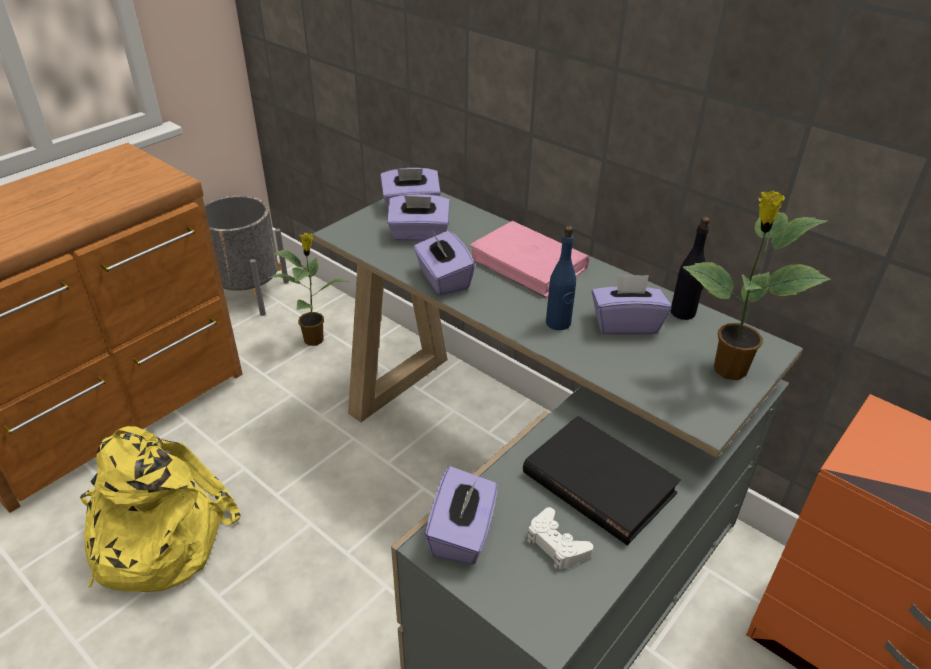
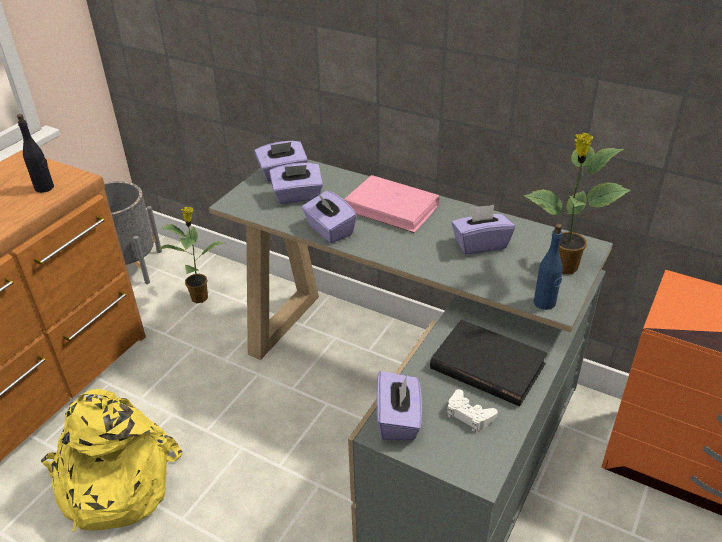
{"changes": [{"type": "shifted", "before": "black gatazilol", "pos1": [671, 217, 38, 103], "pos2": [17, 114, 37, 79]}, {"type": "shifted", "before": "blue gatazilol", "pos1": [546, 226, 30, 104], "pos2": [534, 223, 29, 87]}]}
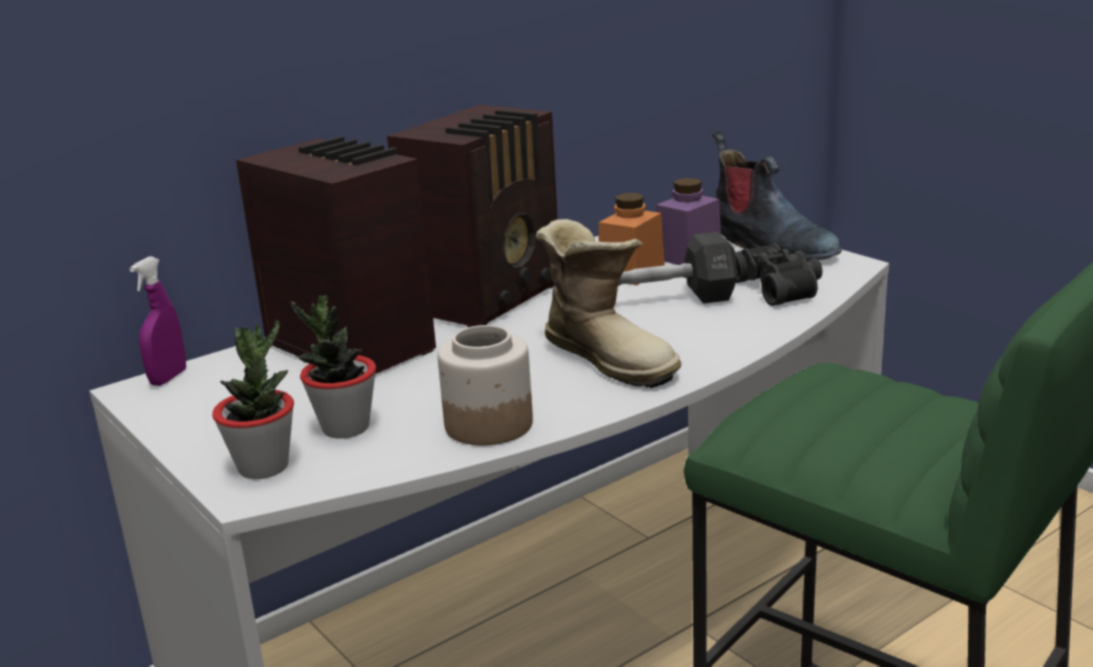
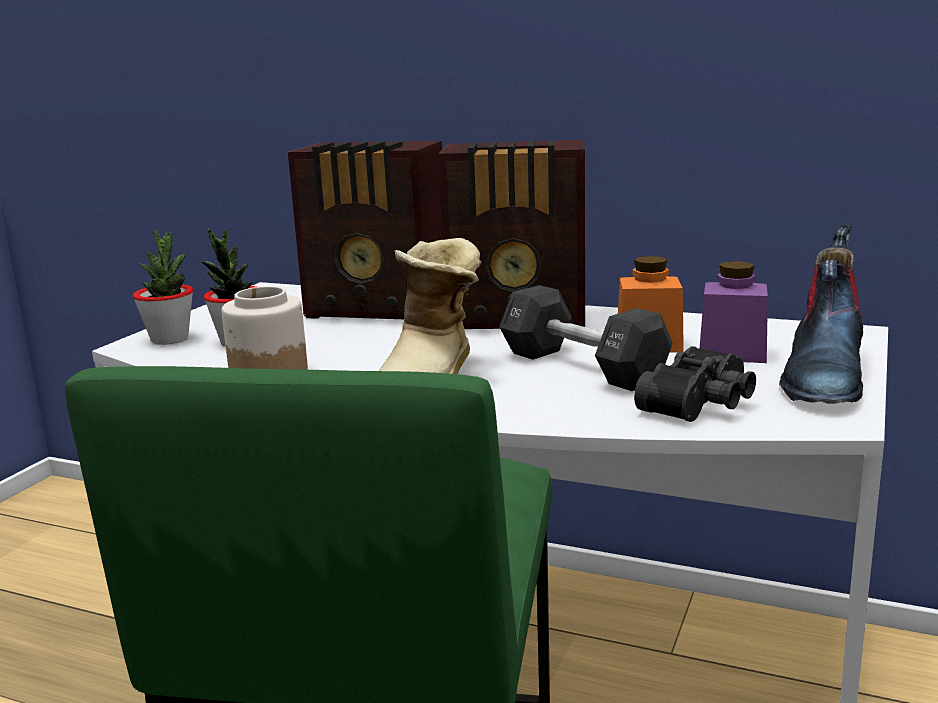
{"changes": [{"type": "rotated", "before": "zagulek", "pos1": [236, 136, 200, 238], "pos2": [288, 141, 154, 178], "turn": 90}, {"type": "gone", "before": "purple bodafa", "pos1": [129, 256, 57, 130]}]}
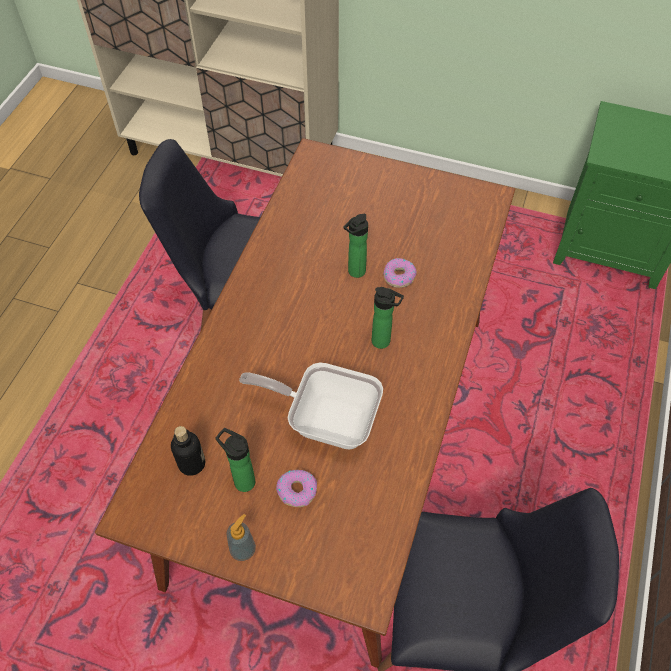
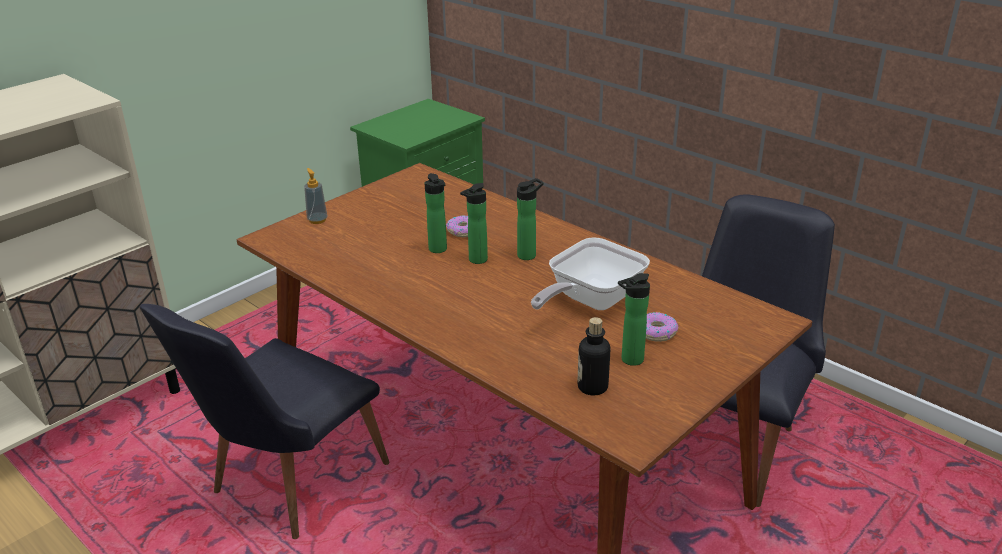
{"changes": [{"type": "shifted", "before": "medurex", "pos1": [226, 514, 30, 47], "pos2": [304, 168, 23, 56]}, {"type": "new", "after": "gatazilol", "pos2": [460, 183, 28, 81]}]}
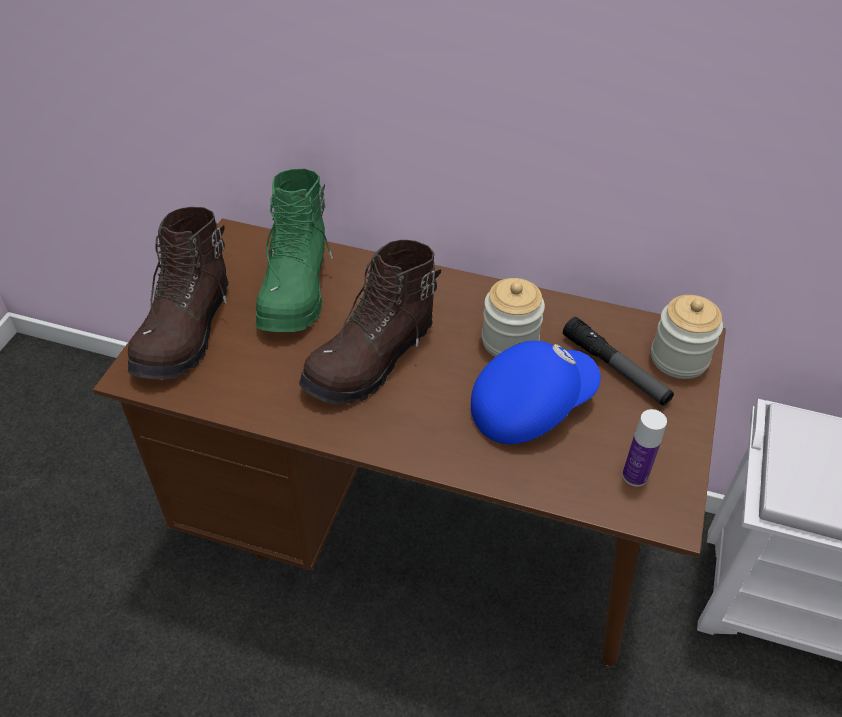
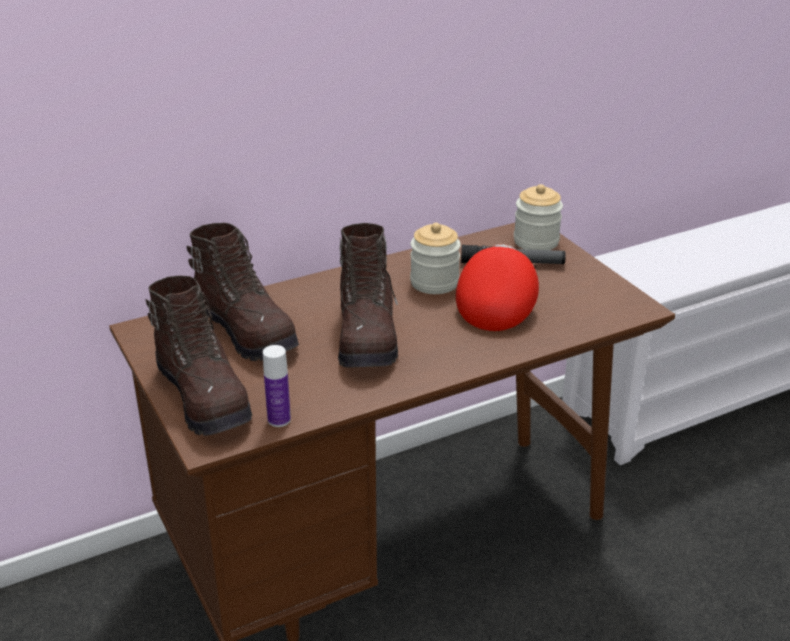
{"changes": [{"type": "repainted", "before": "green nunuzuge", "after": "brown nunuzuge", "pos1": [255, 168, 78, 164], "pos2": [187, 223, 112, 138]}, {"type": "repainted", "before": "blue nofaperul", "after": "red nofaperul", "pos1": [471, 341, 130, 103], "pos2": [456, 244, 83, 87]}, {"type": "shifted", "before": "gatazilol", "pos1": [622, 409, 45, 78], "pos2": [263, 345, 28, 82]}]}
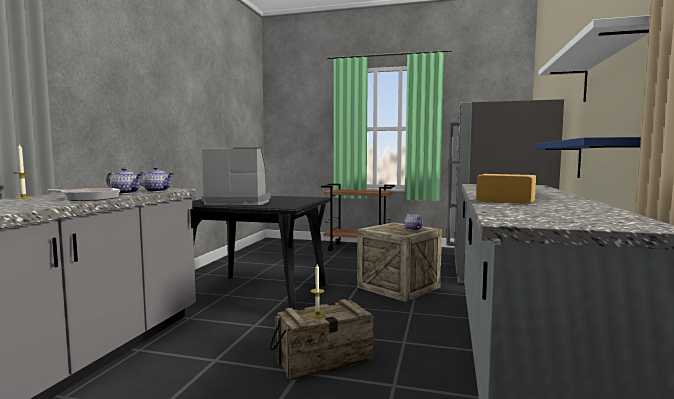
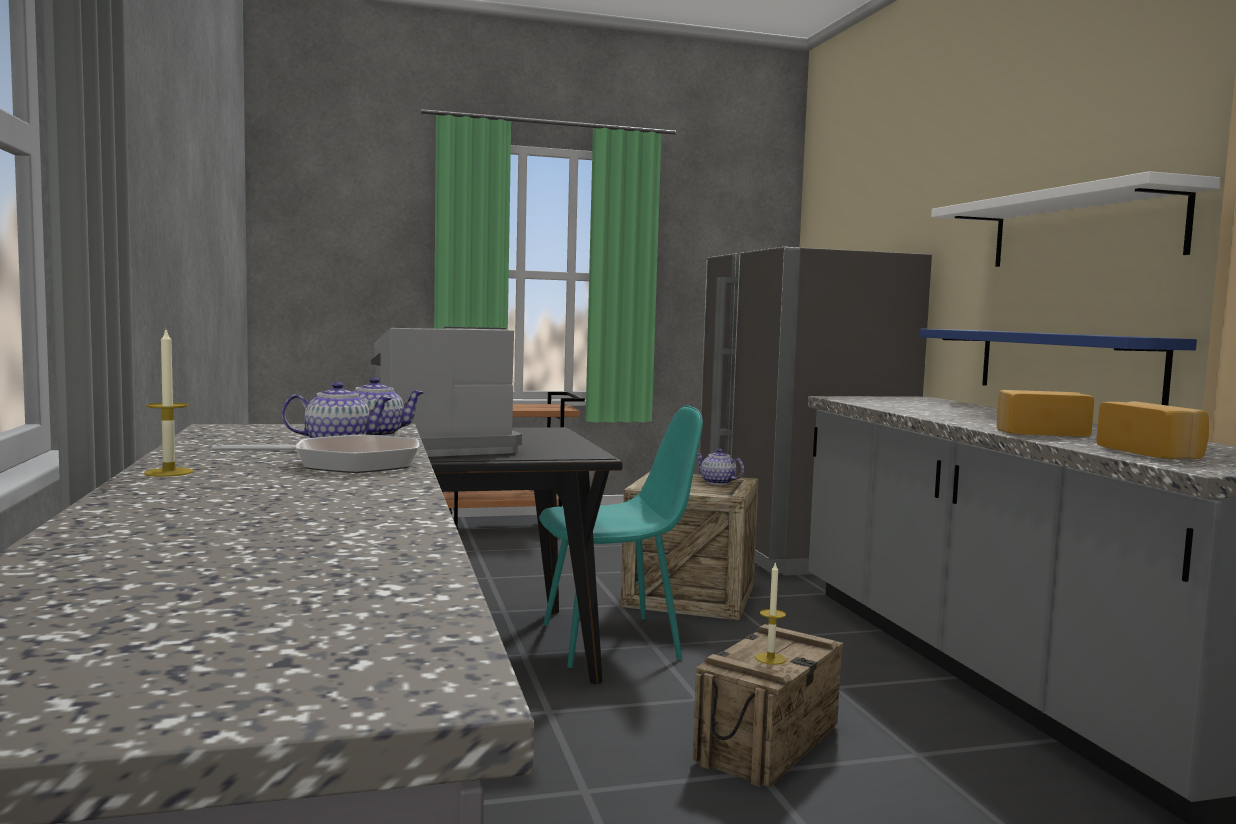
{"changes": [{"type": "new", "after": "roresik", "pos2": [1096, 401, 113, 58]}, {"type": "new", "after": "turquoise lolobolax", "pos2": [539, 405, 164, 263]}]}
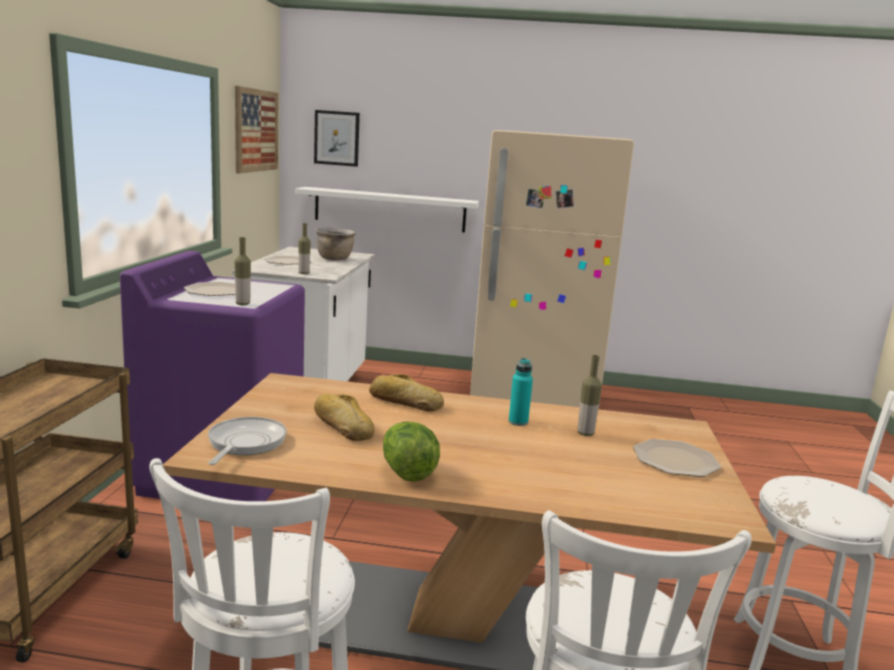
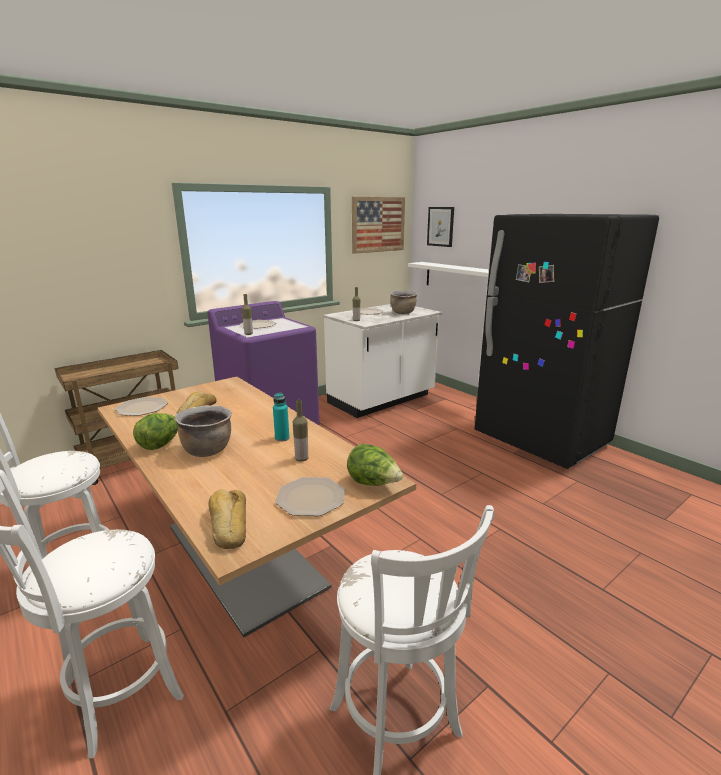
{"changes": [{"type": "repainted", "before": "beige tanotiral", "after": "black tanotiral", "pos1": [470, 130, 164, 279], "pos2": [475, 214, 184, 255]}, {"type": "shifted", "before": "roresik", "pos1": [369, 374, 75, 38], "pos2": [209, 490, 37, 59]}, {"type": "swapped", "before": "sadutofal", "after": "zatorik", "pos1": [208, 417, 79, 48], "pos2": [115, 397, 53, 19]}, {"type": "new", "after": "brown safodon", "pos2": [175, 405, 57, 52]}, {"type": "new", "after": "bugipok", "pos2": [347, 444, 56, 42]}]}
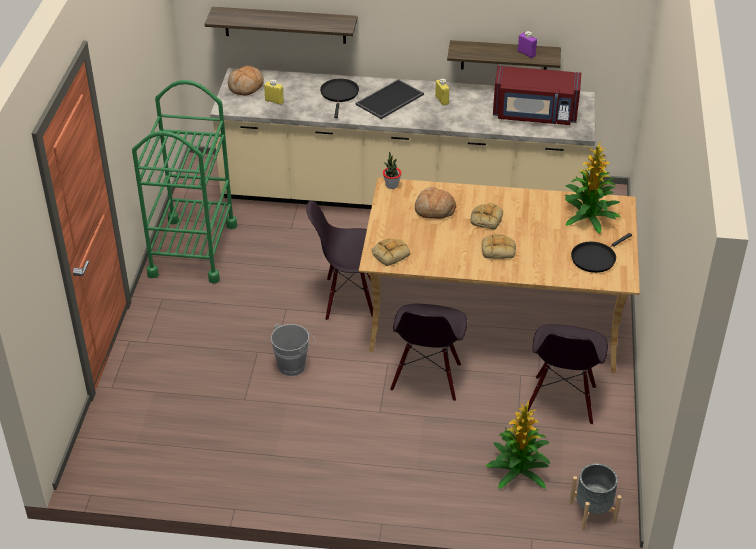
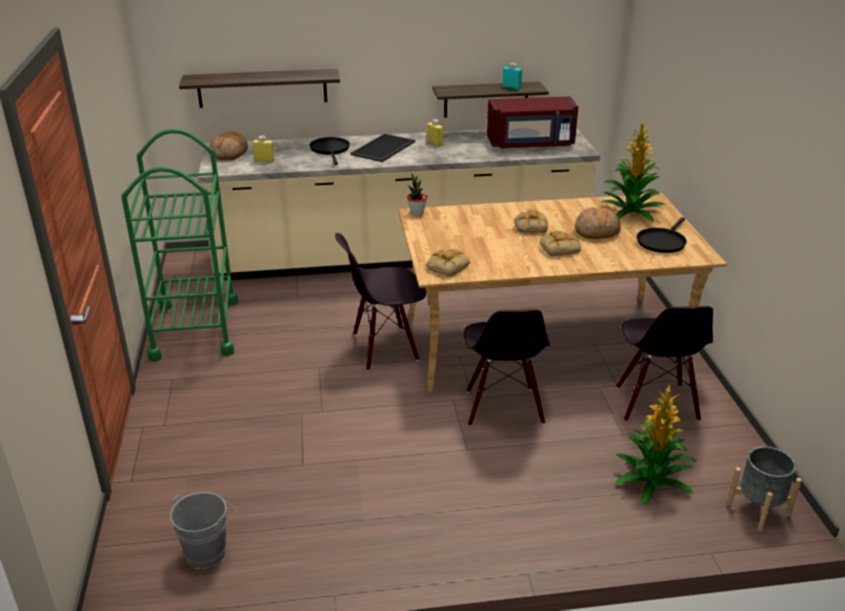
{"changes": [{"type": "repainted", "before": "purple gatazilol", "after": "turquoise gatazilol", "pos1": [518, 31, 19, 27], "pos2": [502, 63, 20, 27]}, {"type": "shifted", "before": "roresik", "pos1": [415, 187, 41, 32], "pos2": [575, 207, 46, 32]}, {"type": "shifted", "before": "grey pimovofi", "pos1": [271, 323, 45, 53], "pos2": [170, 492, 67, 77]}]}
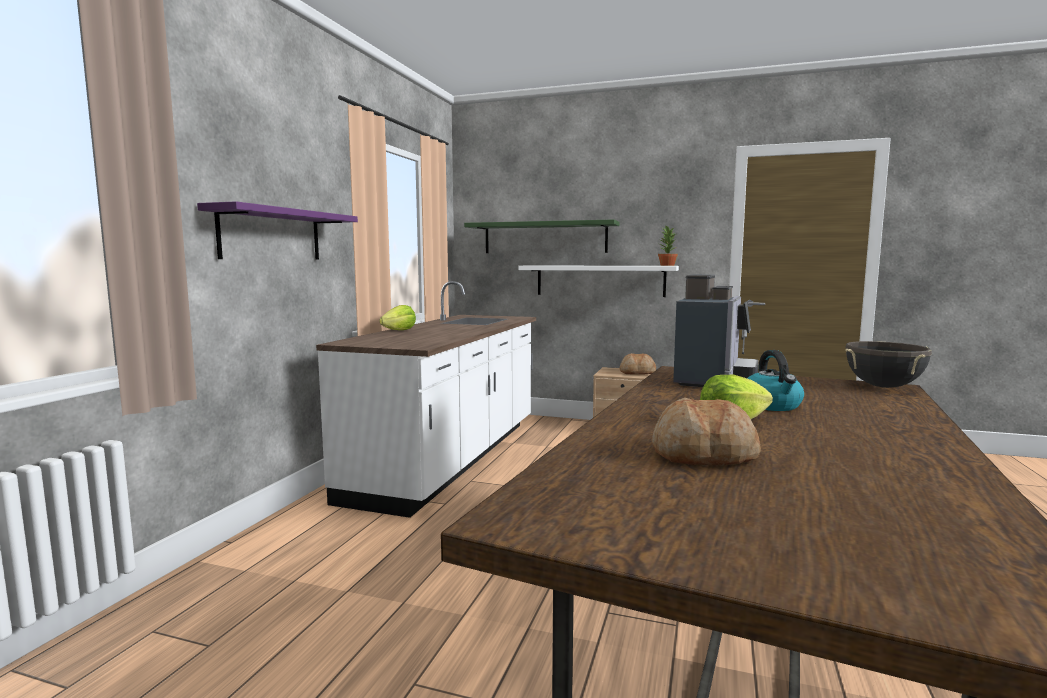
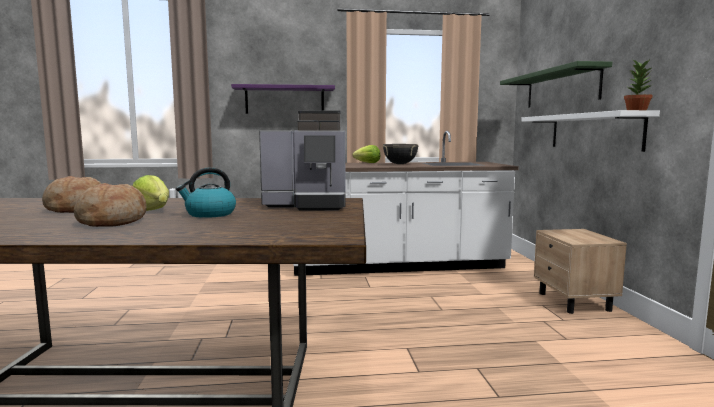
{"changes": [{"type": "shifted", "before": "black safodon", "pos1": [845, 341, 87, 47], "pos2": [383, 144, 35, 20]}, {"type": "shifted", "before": "roresik", "pos1": [620, 353, 36, 22], "pos2": [74, 183, 73, 44]}]}
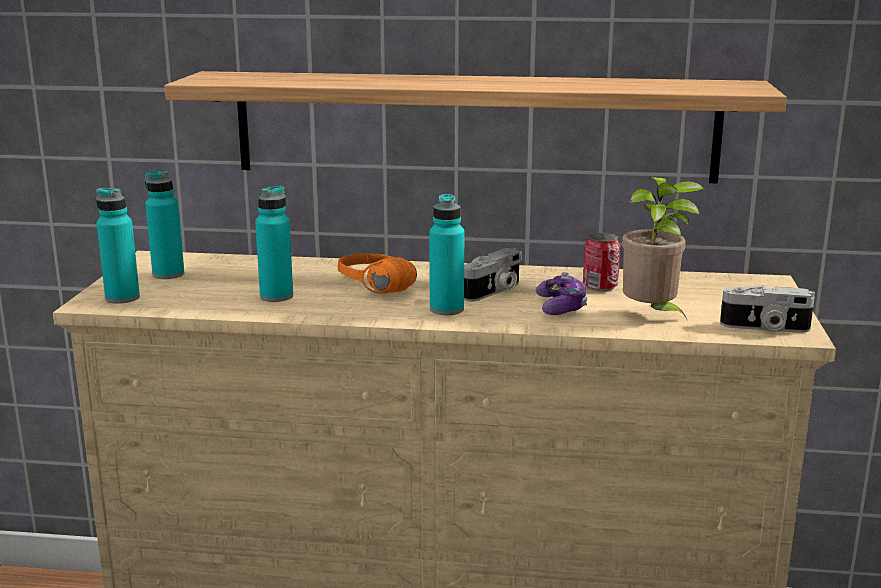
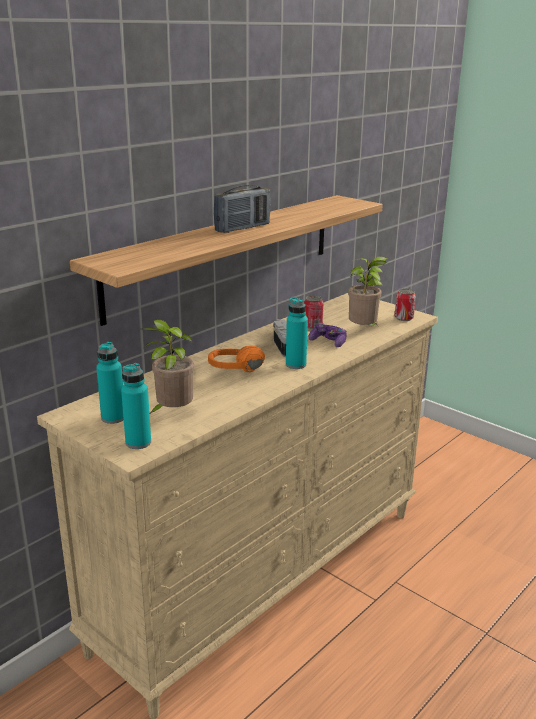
{"changes": [{"type": "gone", "before": "turquoise gatazilol", "pos1": [255, 185, 38, 117]}, {"type": "swapped", "before": "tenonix", "after": "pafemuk", "pos1": [720, 286, 95, 47], "pos2": [395, 289, 21, 32]}, {"type": "new", "after": "zagulek", "pos2": [214, 185, 57, 48]}, {"type": "new", "after": "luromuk", "pos2": [141, 319, 54, 94]}]}
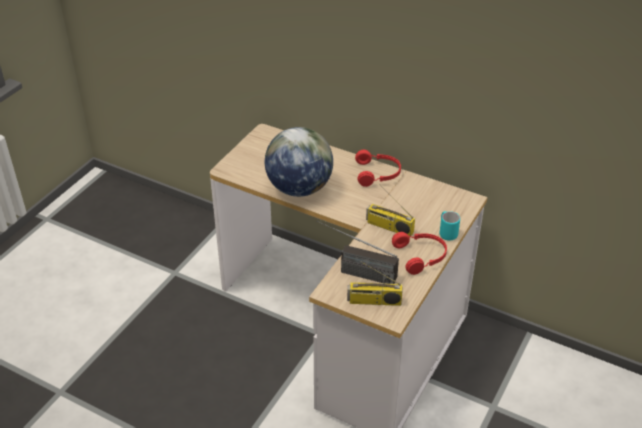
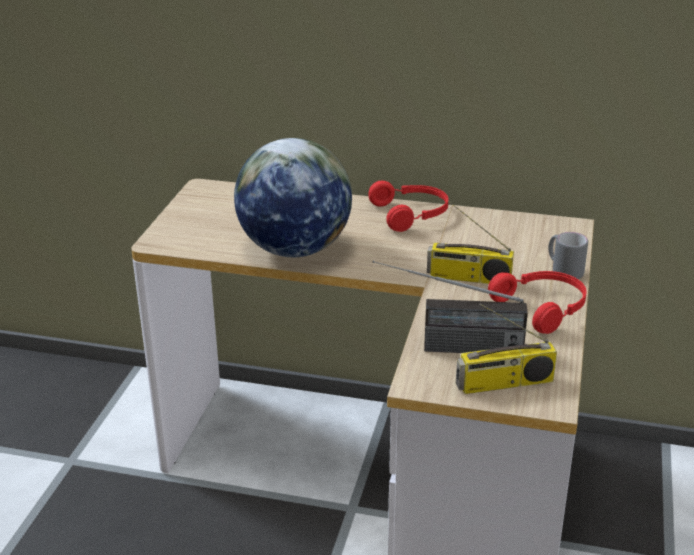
{"changes": [{"type": "repainted", "before": "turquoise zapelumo", "after": "grey zapelumo", "pos1": [440, 211, 20, 30], "pos2": [548, 232, 40, 47]}]}
